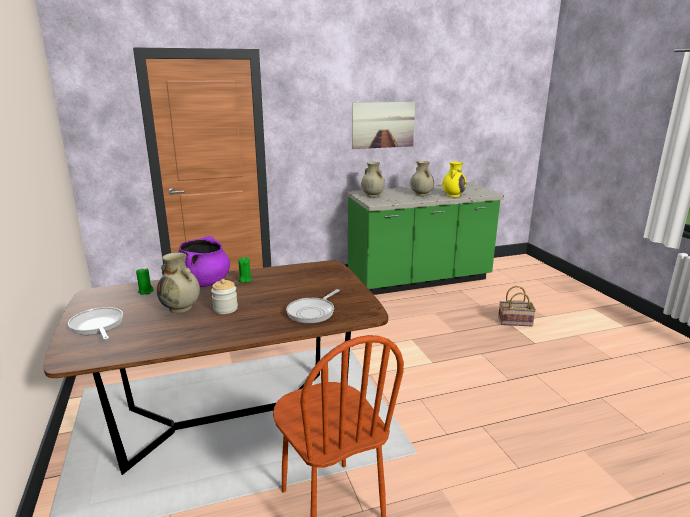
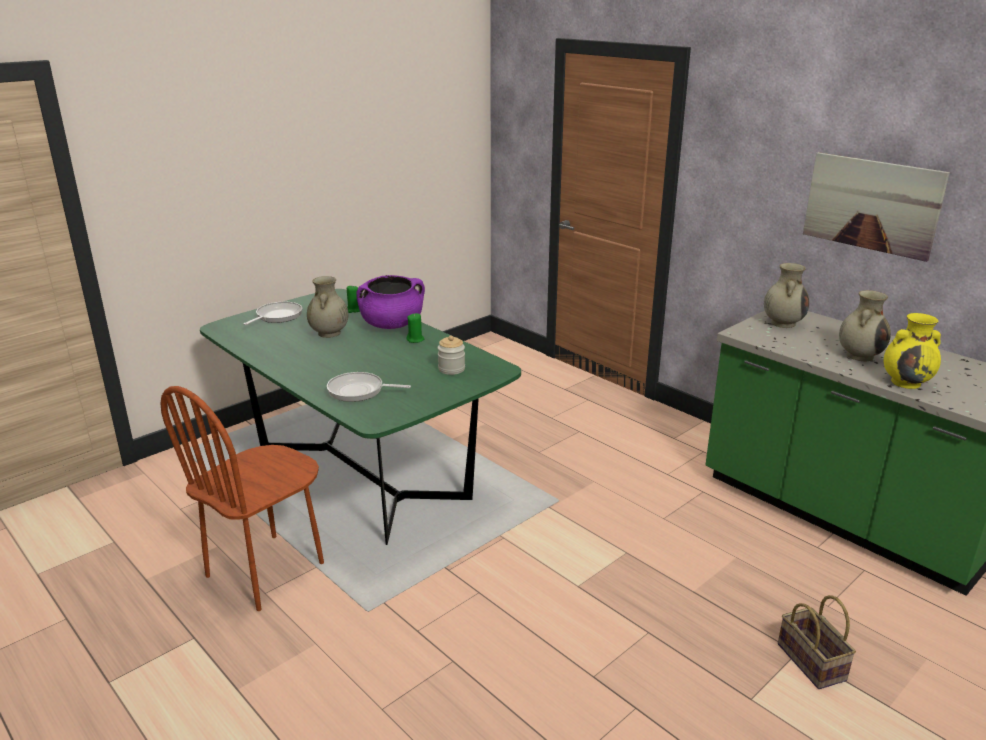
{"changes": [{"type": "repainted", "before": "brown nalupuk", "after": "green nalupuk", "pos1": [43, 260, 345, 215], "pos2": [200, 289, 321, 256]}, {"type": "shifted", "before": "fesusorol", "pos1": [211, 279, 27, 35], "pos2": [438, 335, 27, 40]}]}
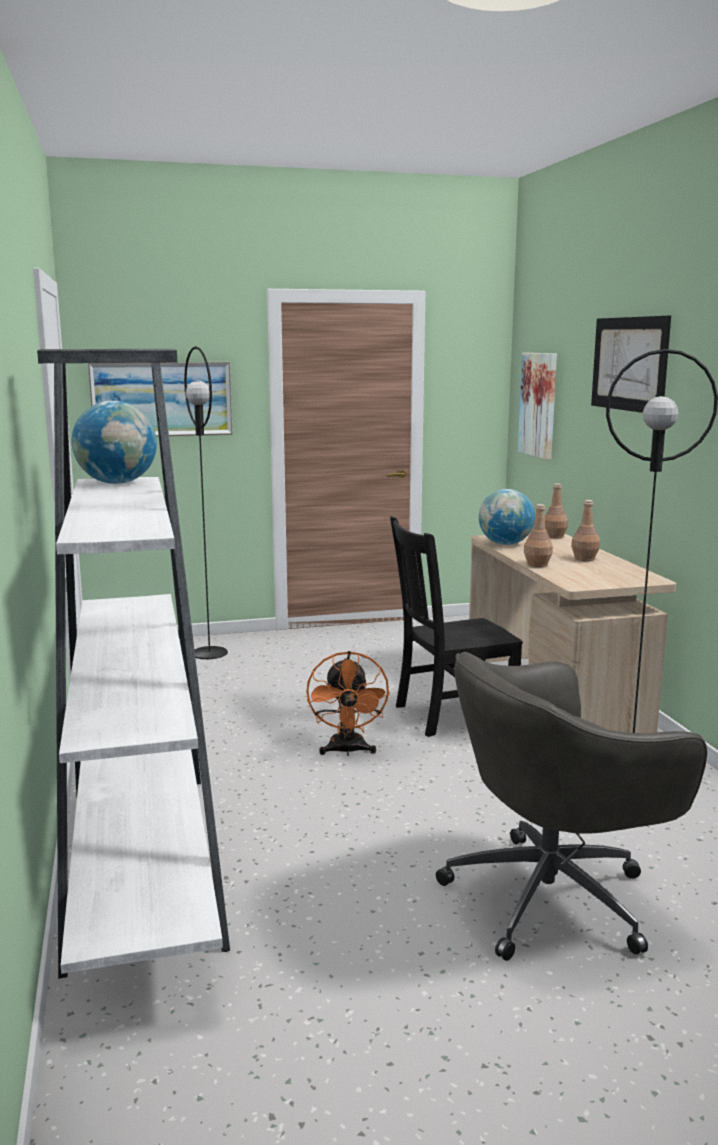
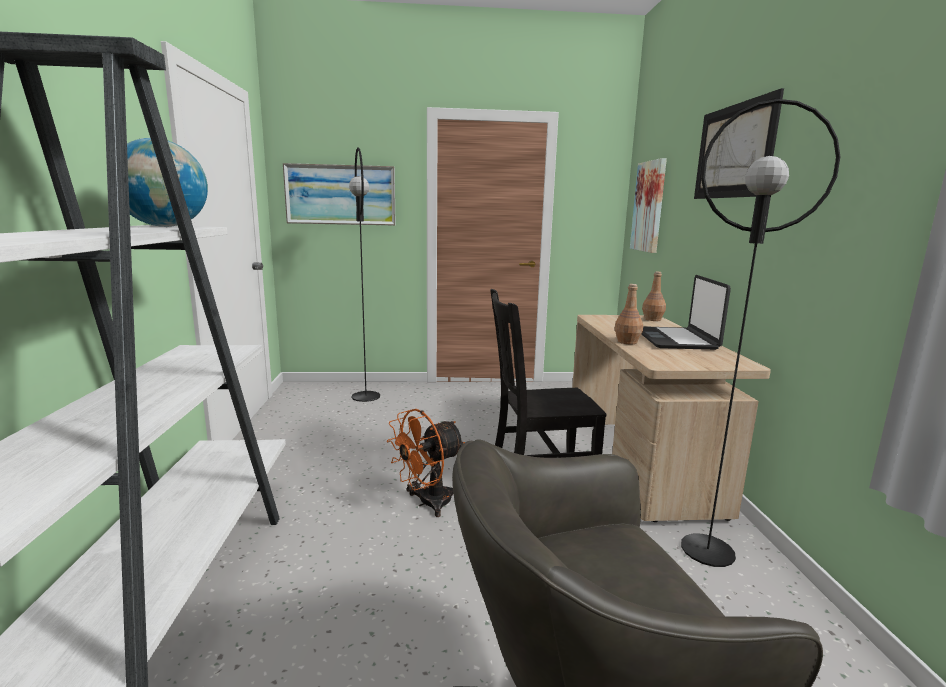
{"changes": [{"type": "gone", "before": "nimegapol", "pos1": [479, 489, 56, 56]}, {"type": "swapped", "before": "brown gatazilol", "after": "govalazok", "pos1": [571, 500, 29, 61], "pos2": [642, 275, 89, 75]}, {"type": "rotated", "before": "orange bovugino", "pos1": [306, 651, 84, 105], "pos2": [387, 409, 78, 108], "turn": 45}]}
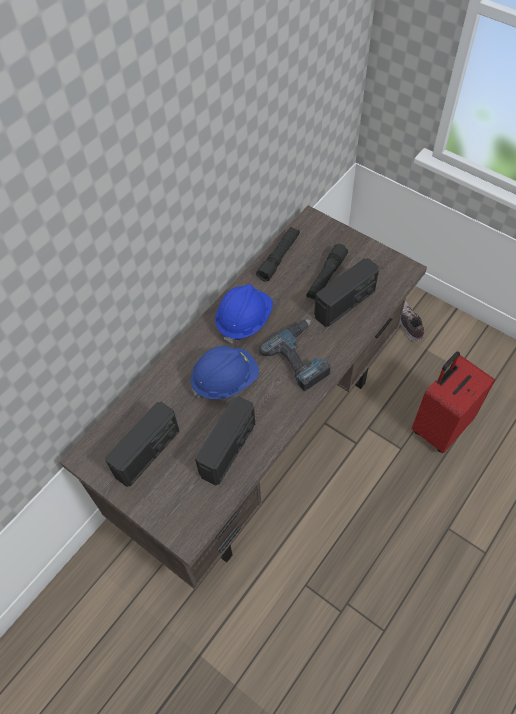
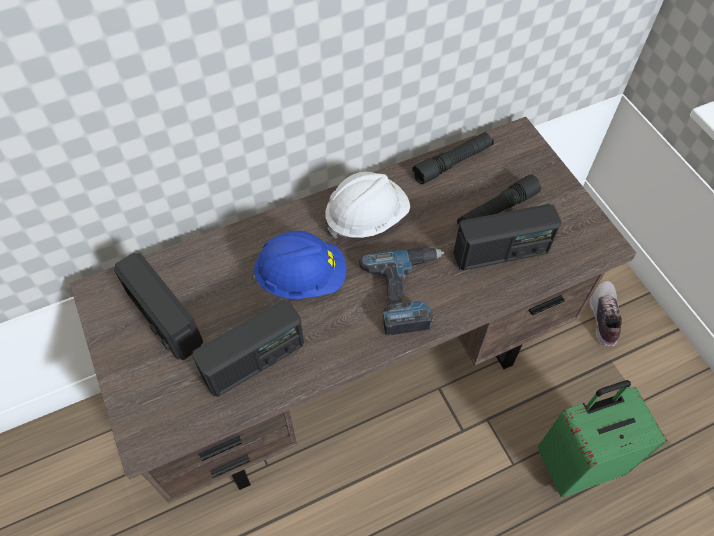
{"changes": [{"type": "repainted", "before": "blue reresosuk", "after": "white reresosuk", "pos1": [215, 284, 58, 60], "pos2": [325, 172, 85, 67]}, {"type": "repainted", "before": "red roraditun", "after": "green roraditun", "pos1": [412, 352, 83, 101], "pos2": [537, 380, 130, 117]}, {"type": "rotated", "before": "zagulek", "pos1": [105, 401, 74, 86], "pos2": [114, 252, 89, 108], "turn": 75}]}
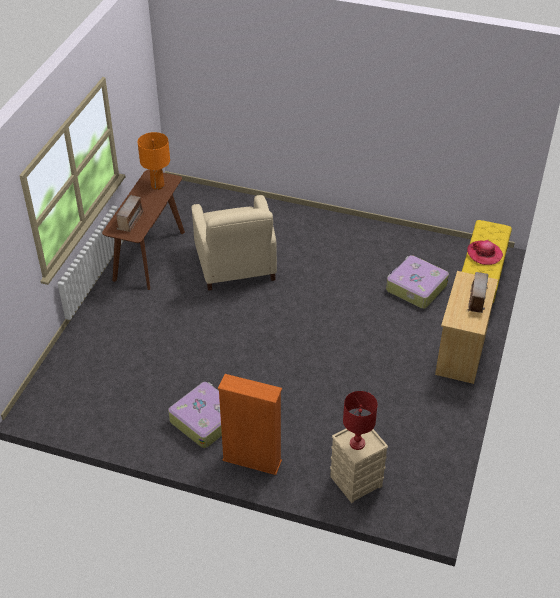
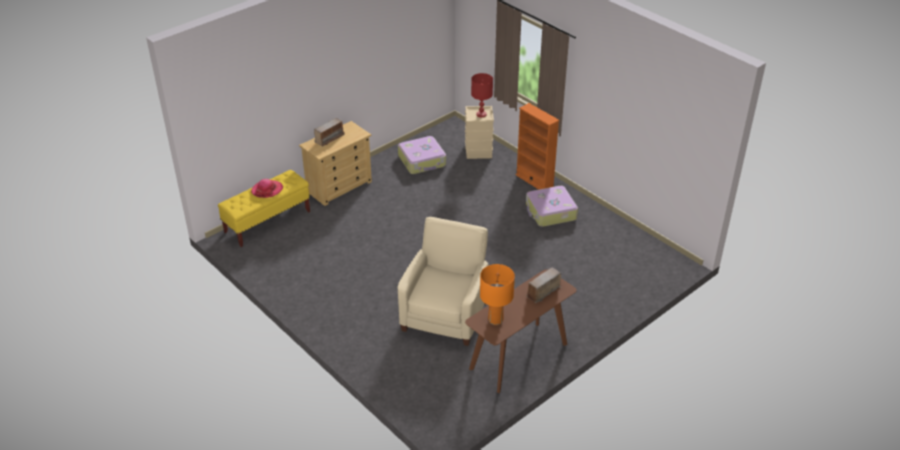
{"changes": [{"type": "shifted", "before": "roraditun", "pos1": [386, 255, 63, 54], "pos2": [398, 136, 48, 38]}]}
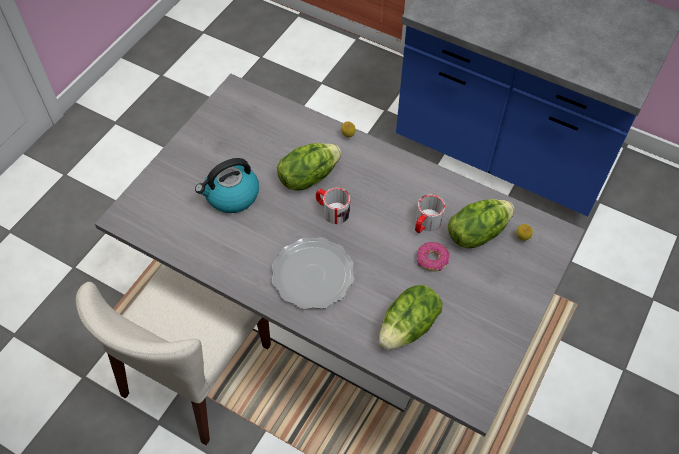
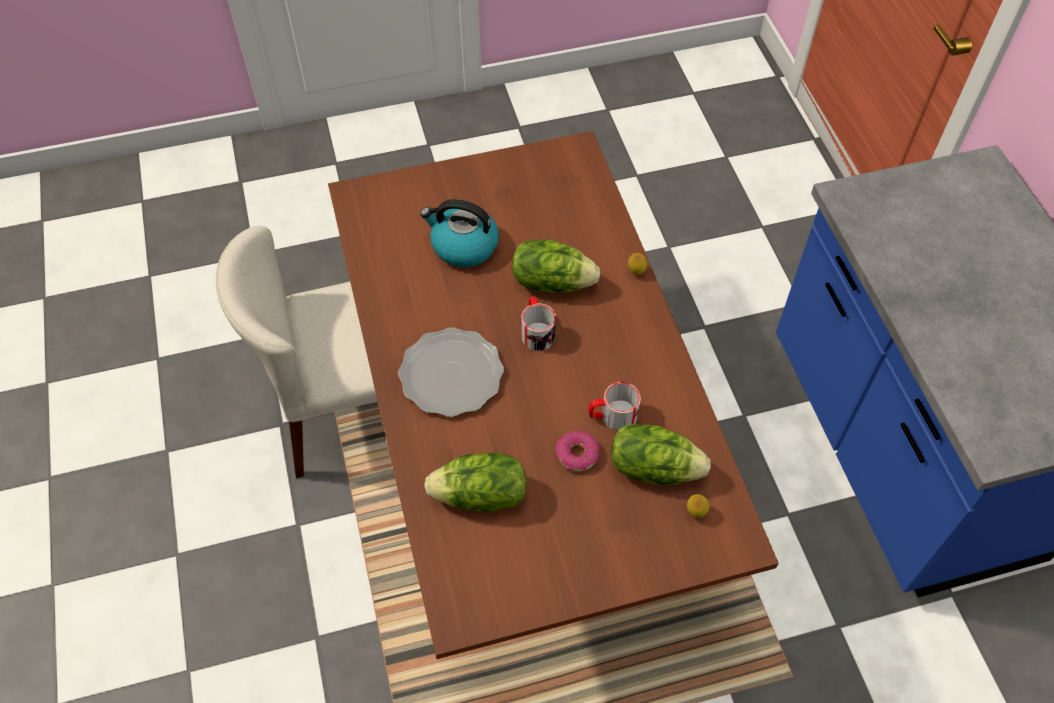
{"changes": [{"type": "repainted", "before": "grey nalupuk", "after": "brown nalupuk", "pos1": [95, 74, 490, 363], "pos2": [328, 131, 451, 528]}]}
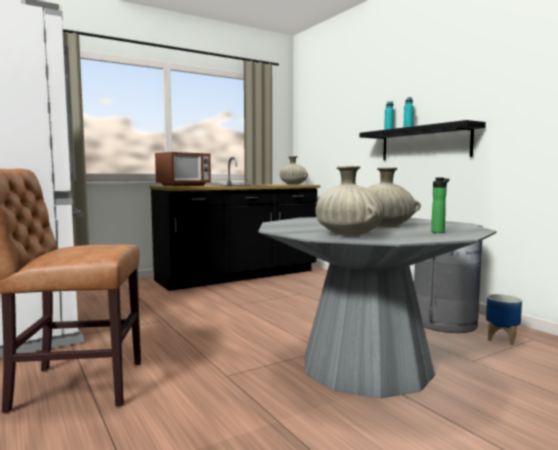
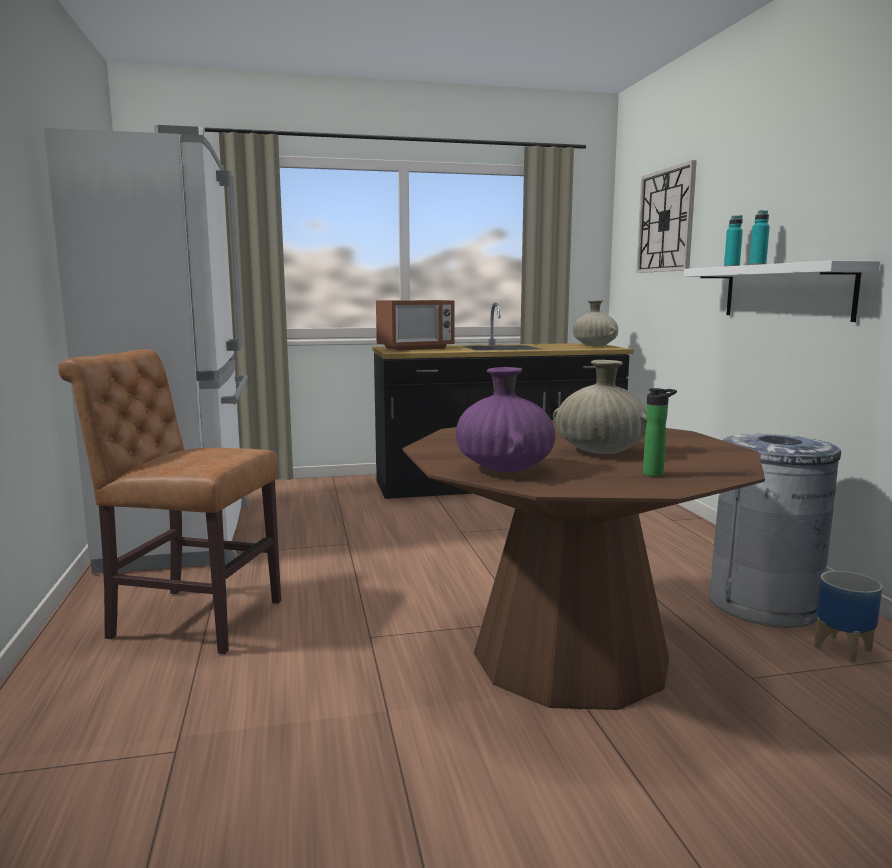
{"changes": [{"type": "repainted", "before": "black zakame", "after": "white zakame", "pos1": [360, 120, 126, 40], "pos2": [684, 260, 196, 62]}, {"type": "repainted", "before": "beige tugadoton", "after": "purple tugadoton", "pos1": [315, 166, 69, 70], "pos2": [456, 367, 99, 105]}, {"type": "repainted", "before": "grey nalupuk", "after": "brown nalupuk", "pos1": [258, 217, 239, 181], "pos2": [403, 420, 362, 290]}, {"type": "new", "after": "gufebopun", "pos2": [636, 160, 61, 113]}]}
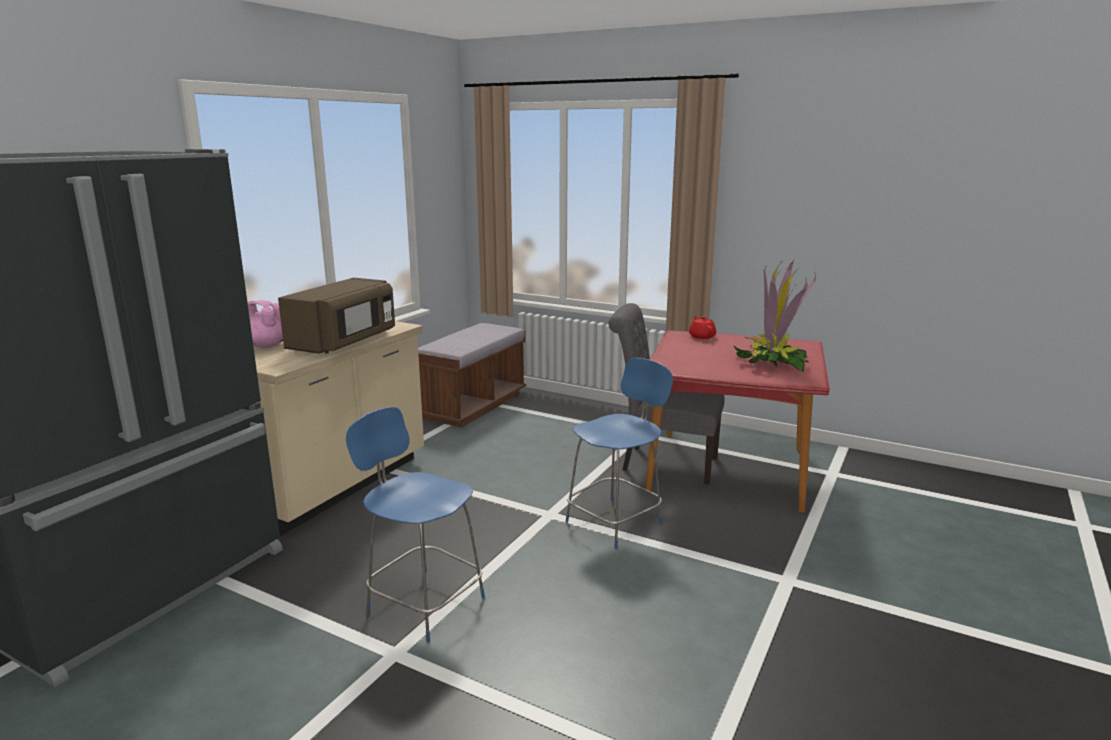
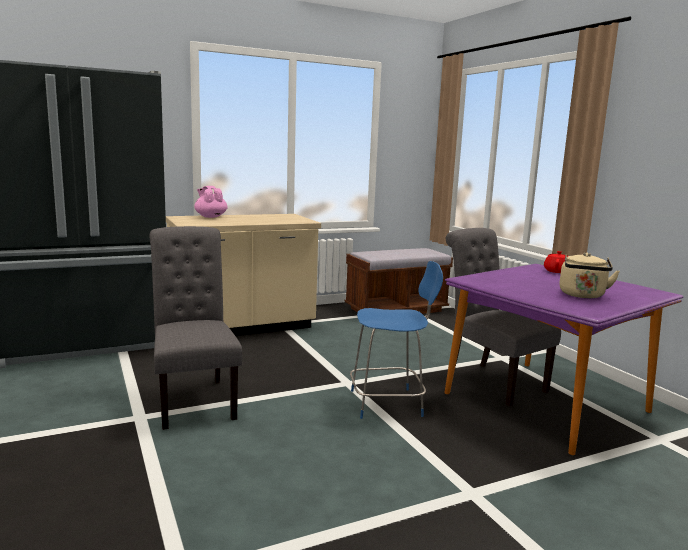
{"changes": [{"type": "swapped", "before": "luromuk", "after": "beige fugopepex", "pos1": [733, 260, 83, 112], "pos2": [559, 253, 61, 45]}, {"type": "gone", "before": "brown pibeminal", "pos1": [278, 277, 117, 77]}, {"type": "repainted", "before": "red nalupuk", "after": "purple nalupuk", "pos1": [645, 330, 185, 183], "pos2": [444, 264, 239, 191]}, {"type": "swapped", "before": "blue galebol", "after": "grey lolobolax", "pos1": [346, 407, 139, 236], "pos2": [150, 226, 92, 204]}]}
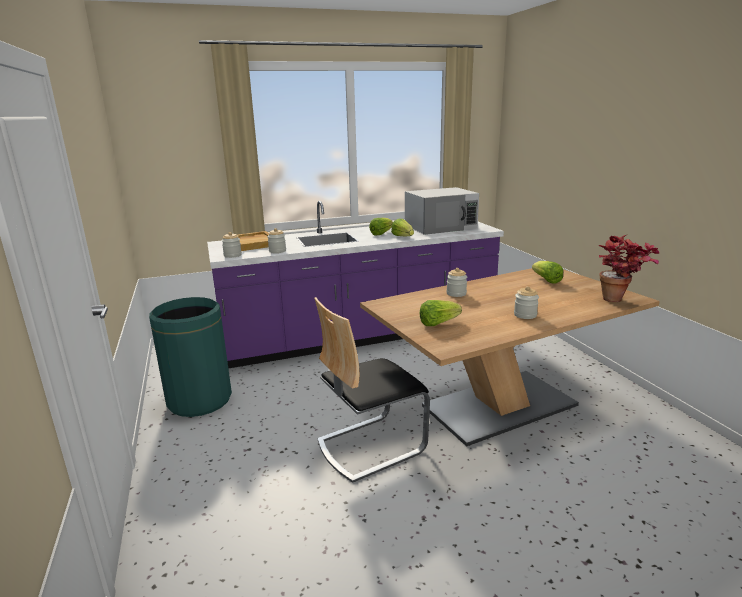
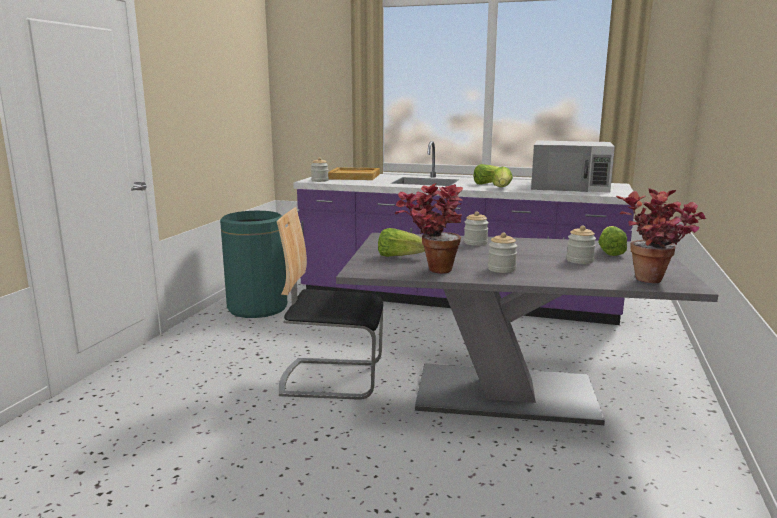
{"changes": [{"type": "shifted", "before": "fesusorol", "pos1": [267, 228, 19, 25], "pos2": [566, 226, 30, 38]}, {"type": "repainted", "before": "brown nalupuk", "after": "grey nalupuk", "pos1": [360, 268, 300, 178], "pos2": [336, 233, 382, 192]}, {"type": "new", "after": "luromuk", "pos2": [395, 183, 68, 91]}]}
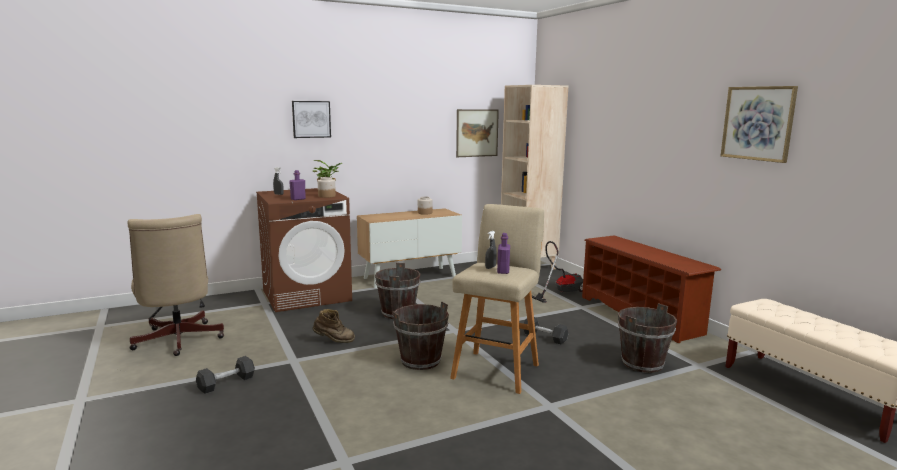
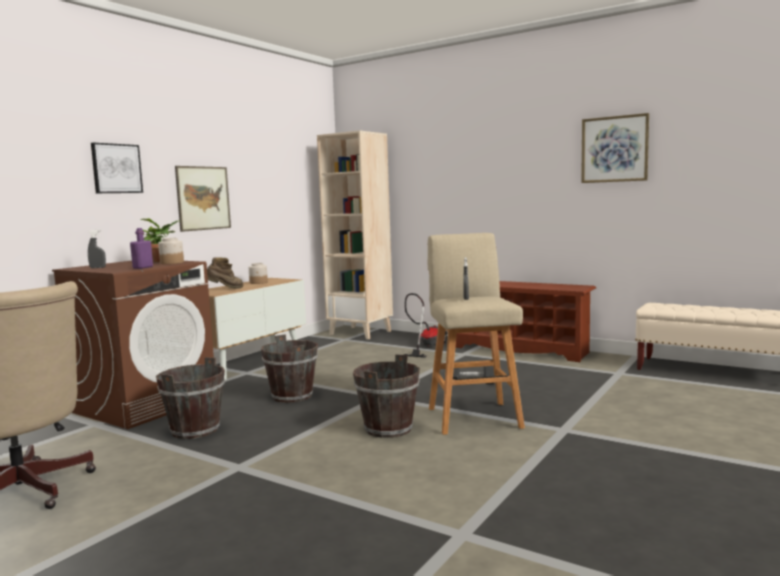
{"changes": [{"type": "shifted", "before": "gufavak", "pos1": [456, 109, 43, 48], "pos2": [175, 166, 56, 66]}, {"type": "gone", "before": "purple gatazilol", "pos1": [497, 233, 13, 41]}, {"type": "shifted", "before": "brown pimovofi", "pos1": [618, 303, 60, 70], "pos2": [156, 357, 69, 82]}, {"type": "shifted", "before": "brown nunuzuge", "pos1": [312, 309, 43, 34], "pos2": [207, 257, 36, 32]}, {"type": "gone", "before": "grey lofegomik", "pos1": [196, 356, 59, 38]}]}
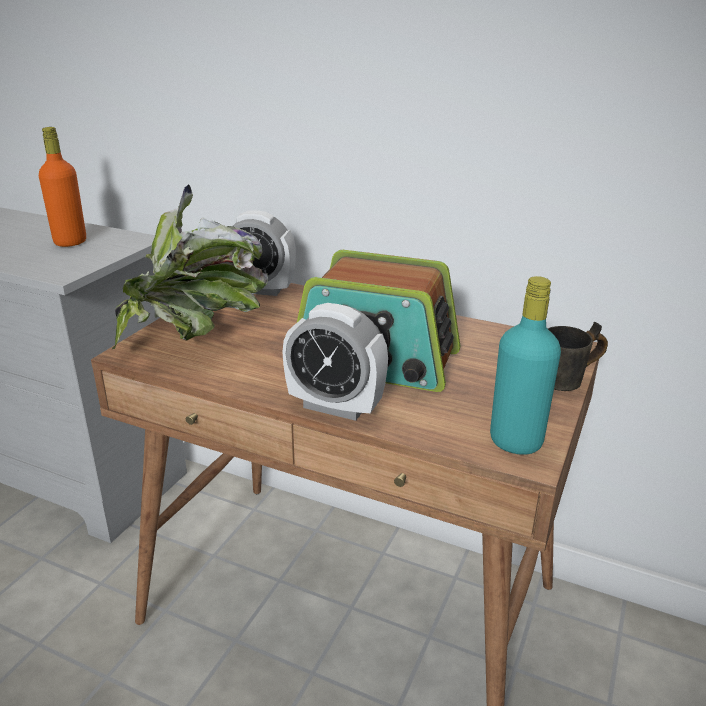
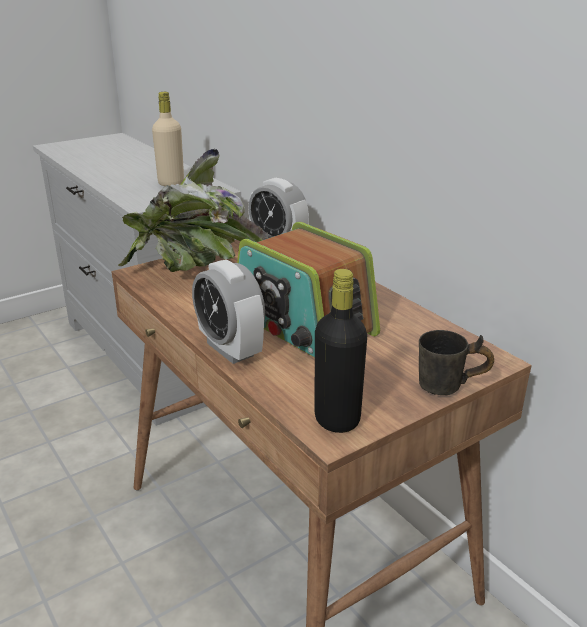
{"changes": [{"type": "repainted", "before": "orange gatazilol", "after": "beige gatazilol", "pos1": [39, 127, 47, 120], "pos2": [152, 92, 32, 94]}, {"type": "repainted", "before": "turquoise gatazilol", "after": "black gatazilol", "pos1": [490, 276, 71, 179], "pos2": [314, 269, 53, 164]}]}
